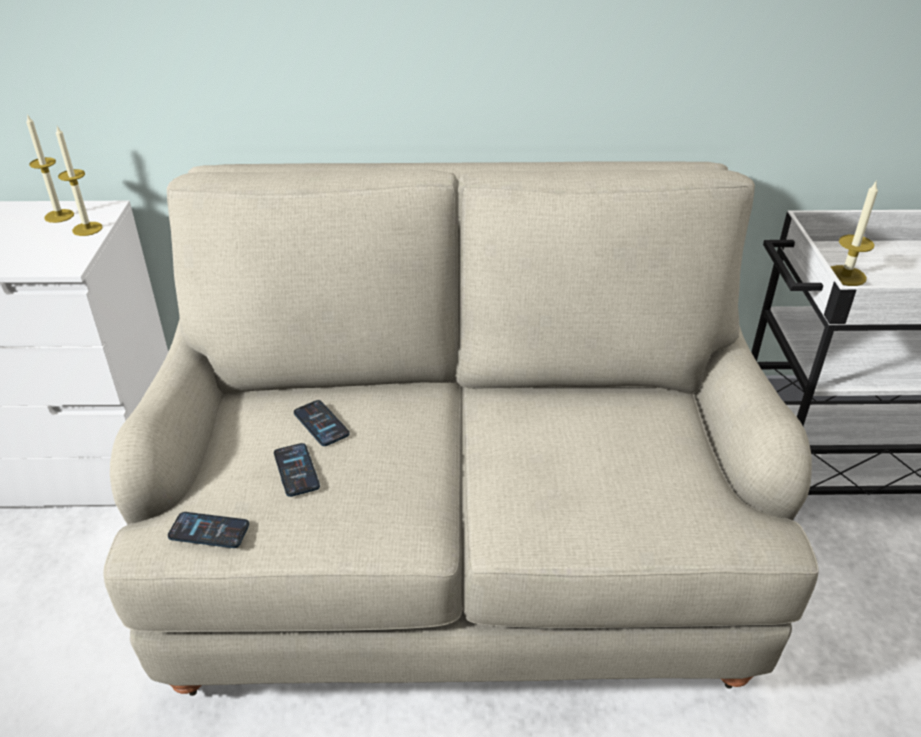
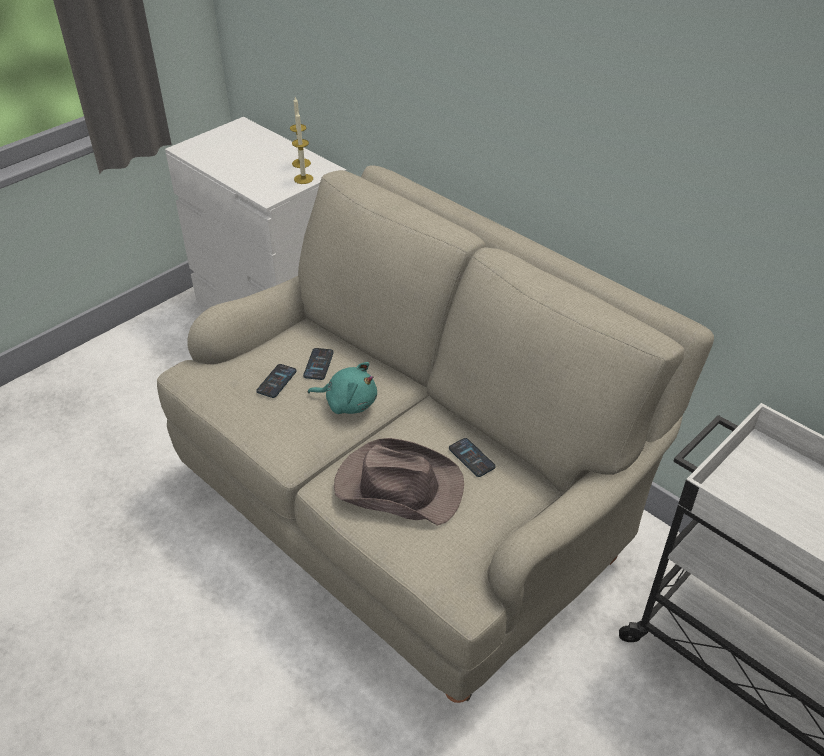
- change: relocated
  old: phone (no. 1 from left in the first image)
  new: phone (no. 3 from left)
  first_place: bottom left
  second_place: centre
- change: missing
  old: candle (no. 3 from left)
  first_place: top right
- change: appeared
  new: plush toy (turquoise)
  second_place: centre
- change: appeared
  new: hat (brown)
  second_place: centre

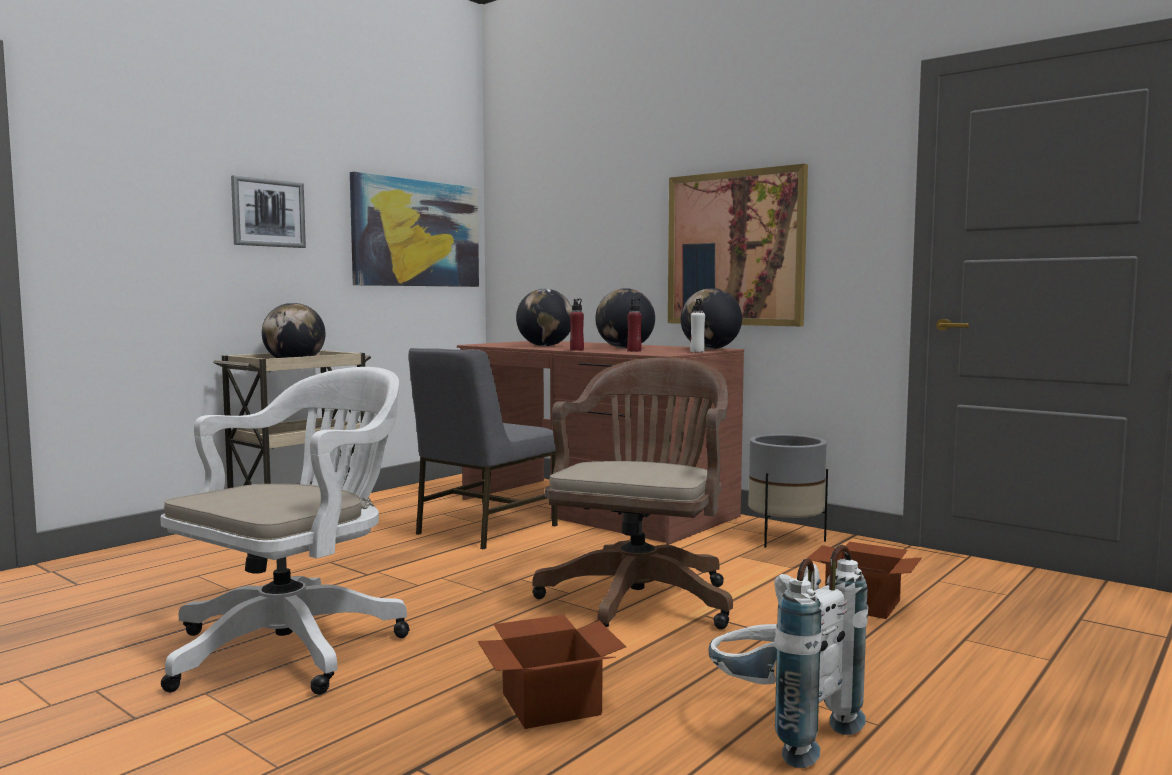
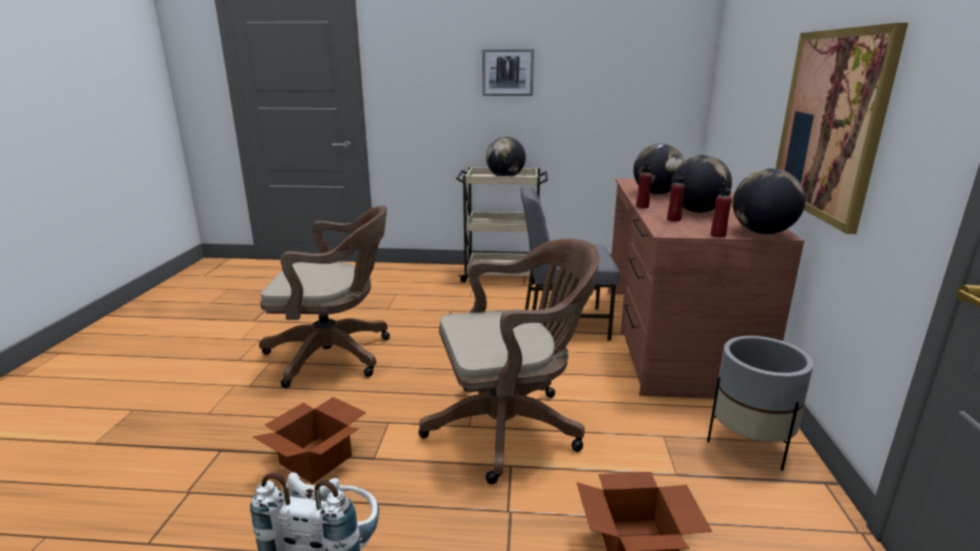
- change: colour
  old: office chair (white)
  new: office chair (brown) (no. 1 from left)
  first_place: bottom left
  second_place: middle left
- change: missing
  old: picture (no. 2 from left)
  first_place: top centre
- change: colour
  old: bottle (white)
  new: bottle (red) (no. 3 from left)
  first_place: centre
  second_place: middle right

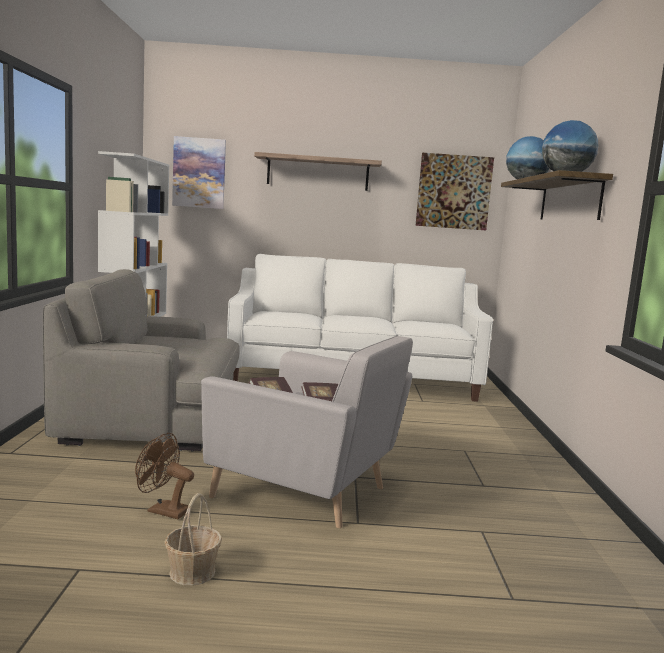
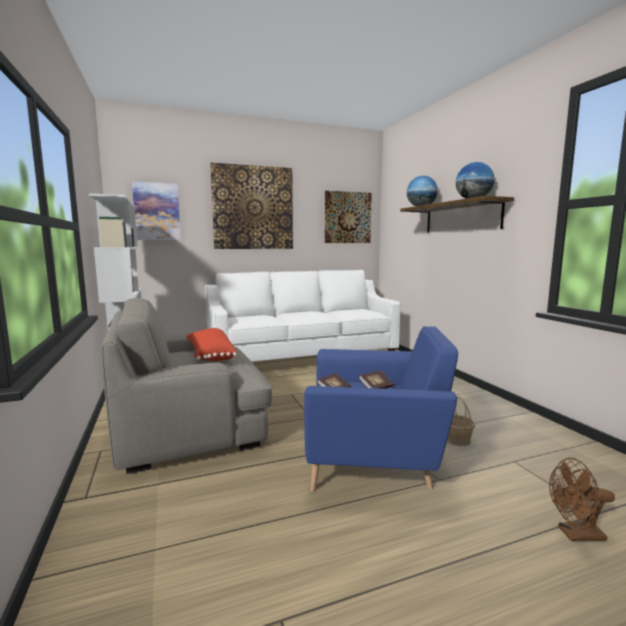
- change: relocated
  old: fan (brown)
  first_place: bottom left
  second_place: bottom right
- change: relocated
  old: basket
  first_place: bottom left
  second_place: bottom right
- change: colour
  old: armchair (grey) (no. 2 from left)
  new: armchair (blue)
  first_place: centre
  second_place: centre
- change: exchanged
  old: shelf (no. 1 from left)
  new: picture (no. 2 from left)
  first_place: top centre
  second_place: top centre
- change: appeared
  new: pillow (red)
  second_place: centre

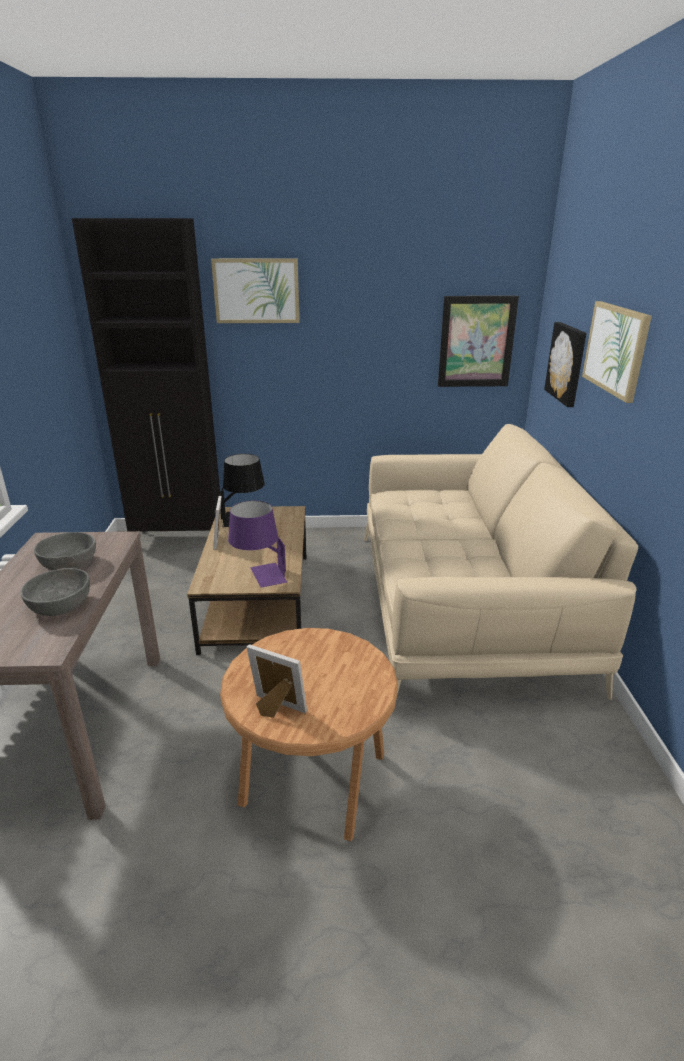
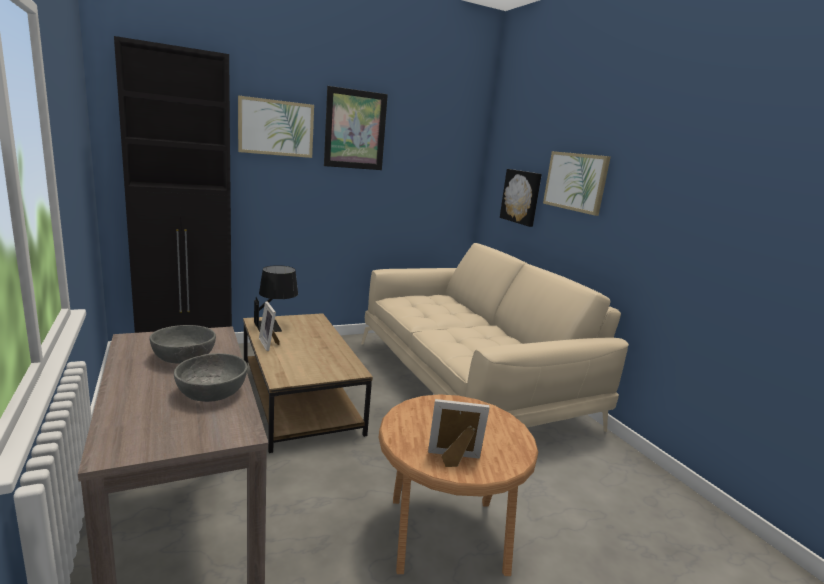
- change: missing
  old: table lamp (purple)
  first_place: centre
- change: relocated
  old: picture (no. 2 from left)
  first_place: top right
  second_place: top centre

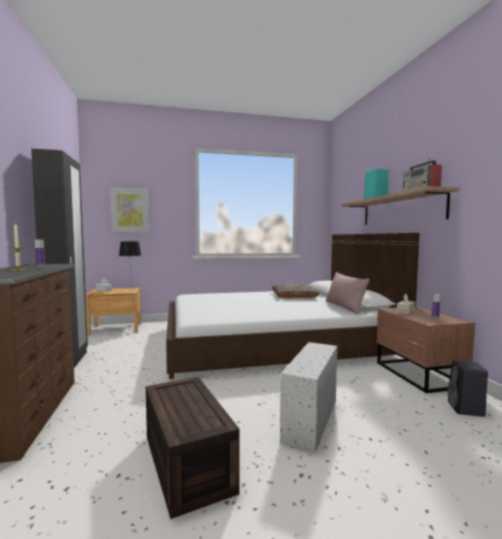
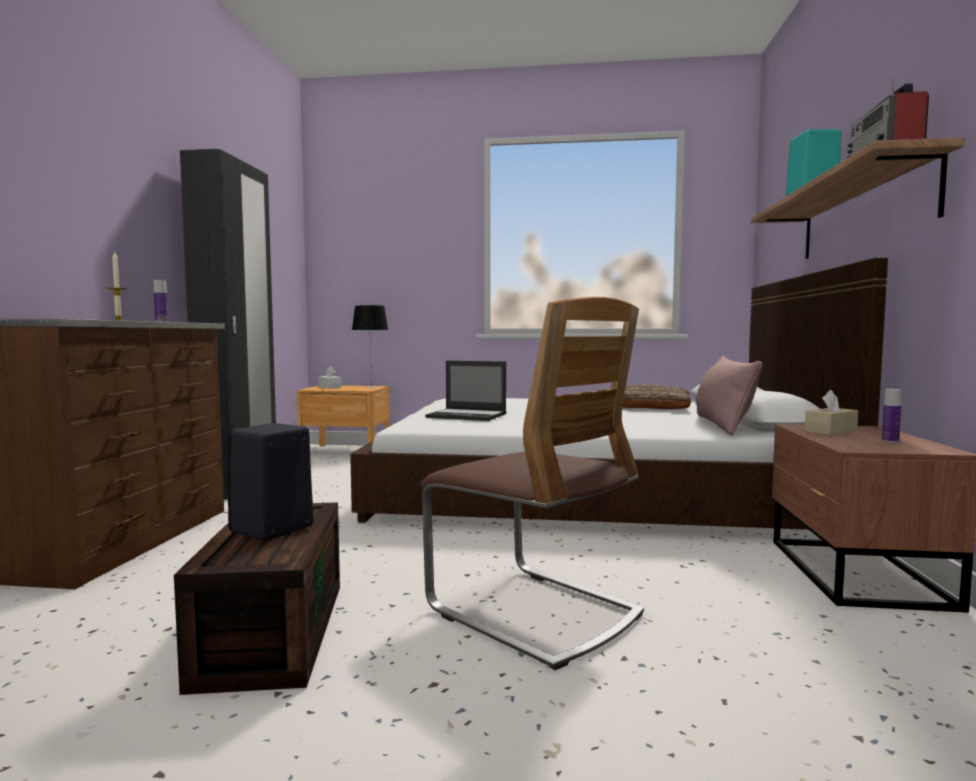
- change: missing
  old: picture
  first_place: middle left
- change: exchanged
  old: storage box (white)
  new: chair
  first_place: bottom centre
  second_place: centre
- change: relocated
  old: speaker (black)
  first_place: bottom right
  second_place: middle left
- change: appeared
  new: laptop
  second_place: centre

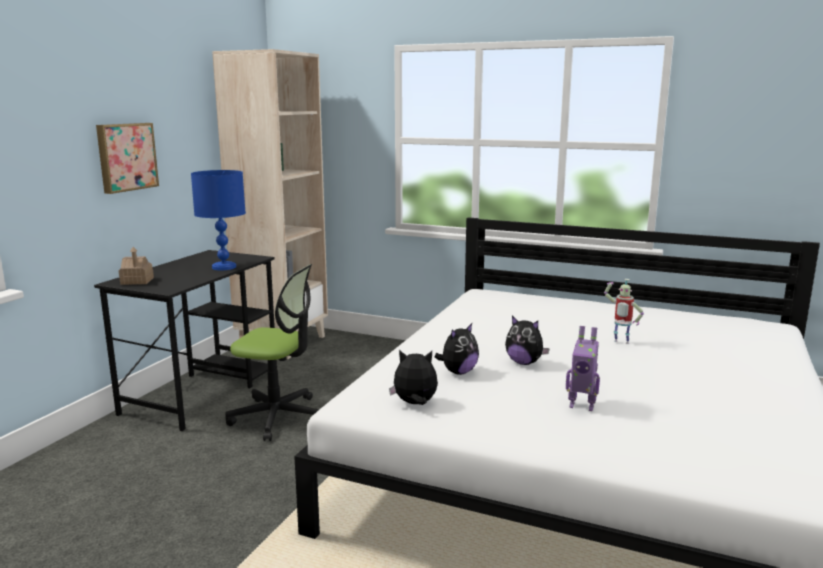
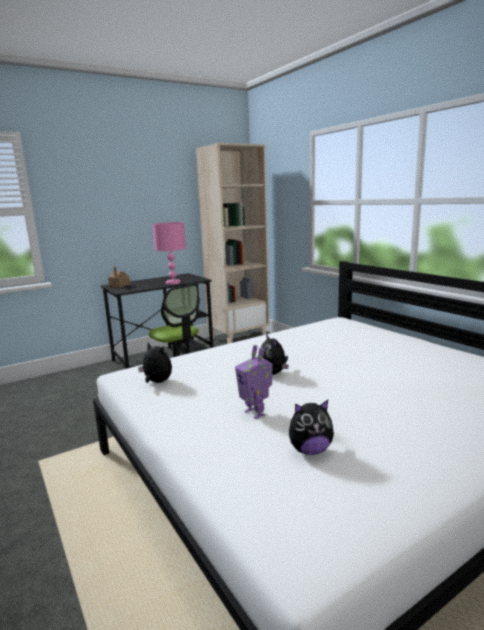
- change: missing
  old: picture
  first_place: top left
- change: colour
  old: table lamp (blue)
  new: table lamp (pink)
  first_place: middle left
  second_place: centre
- change: relocated
  old: plush toy (no. 2 from left in the first image)
  new: plush toy (no. 3 from left)
  first_place: centre
  second_place: bottom centre
- change: missing
  old: toy robot (no. 2 from left)
  first_place: middle right

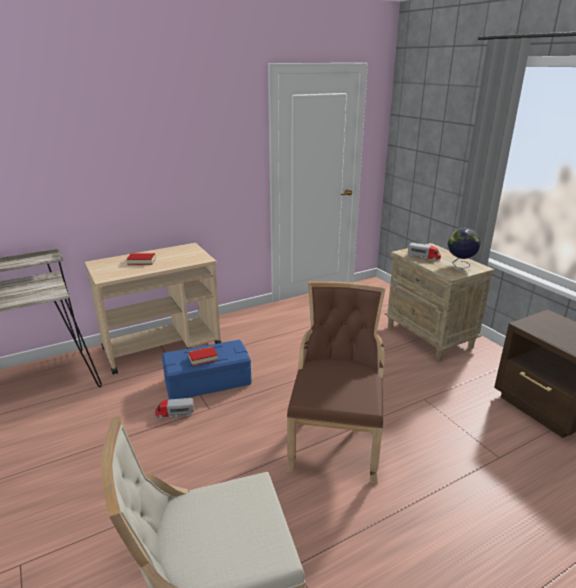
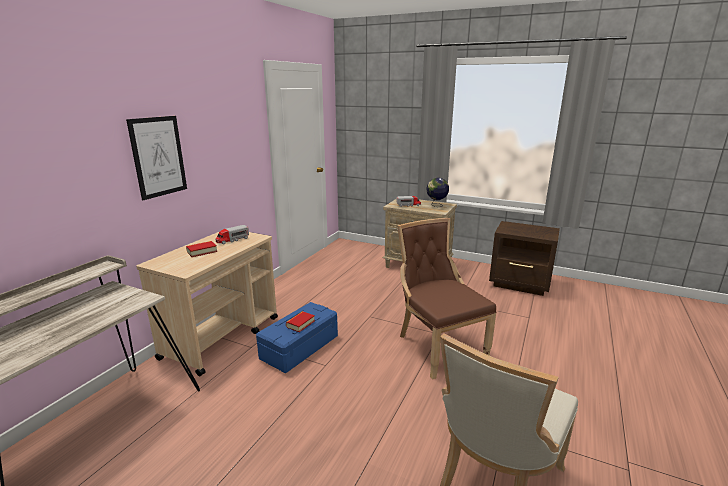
- change: relocated
  old: toy truck (no. 1 from left)
  first_place: bottom left
  second_place: middle left
- change: appeared
  new: picture
  second_place: top left

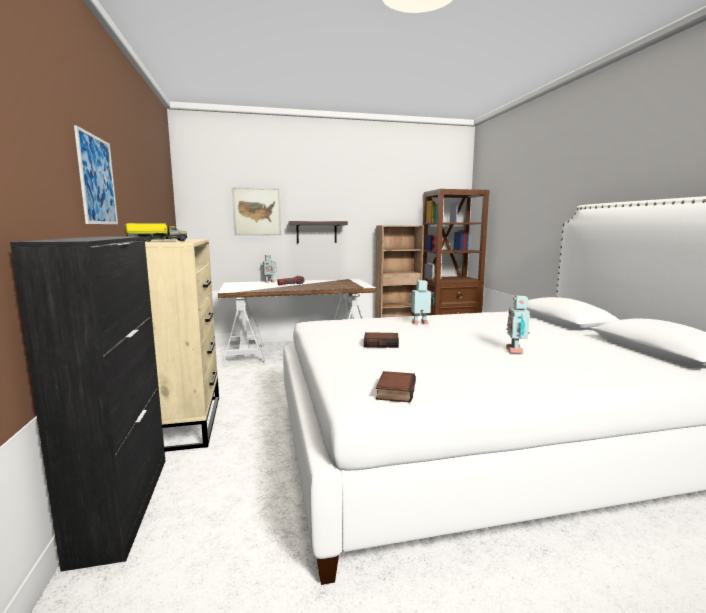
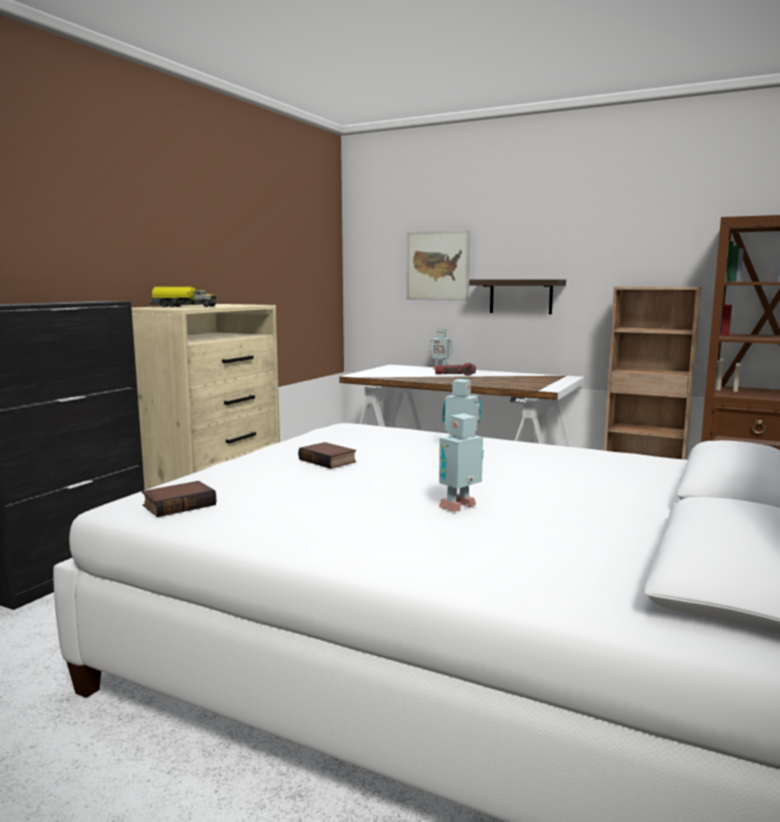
- change: missing
  old: picture (no. 1 from left)
  first_place: top left

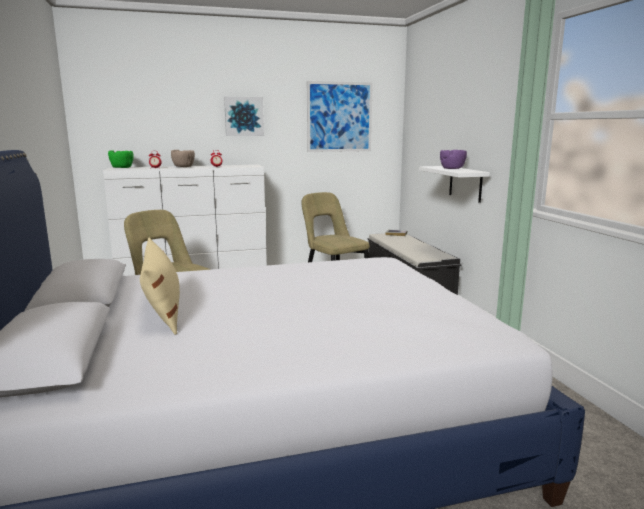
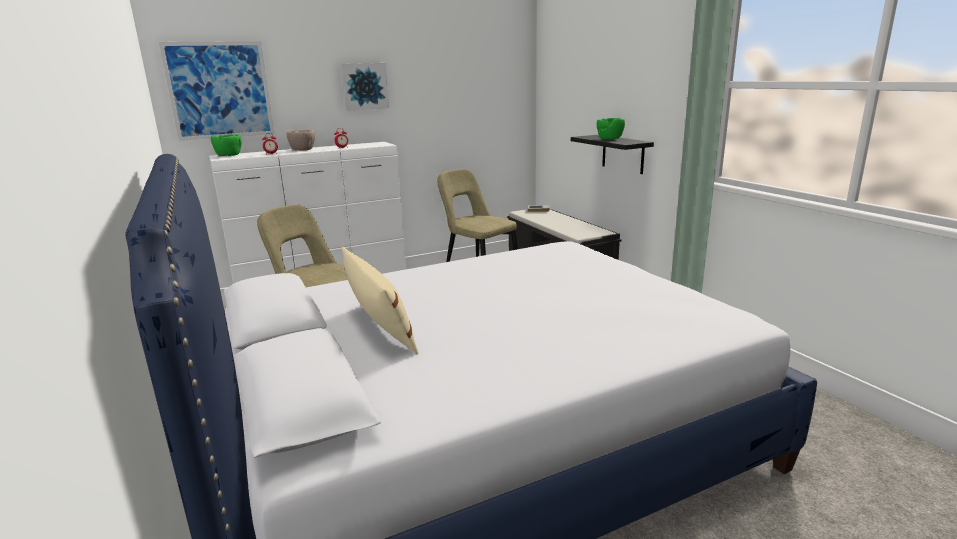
- change: relocated
  old: picture (no. 2 from left in the first image)
  new: picture (no. 1 from left)
  first_place: top centre
  second_place: top left
- change: colour
  old: shelf (white)
  new: shelf (black)
  first_place: middle right
  second_place: top centre
- change: colour
  old: bowl (purple)
  new: bowl (green) (no. 2 from left)
  first_place: top right
  second_place: top centre

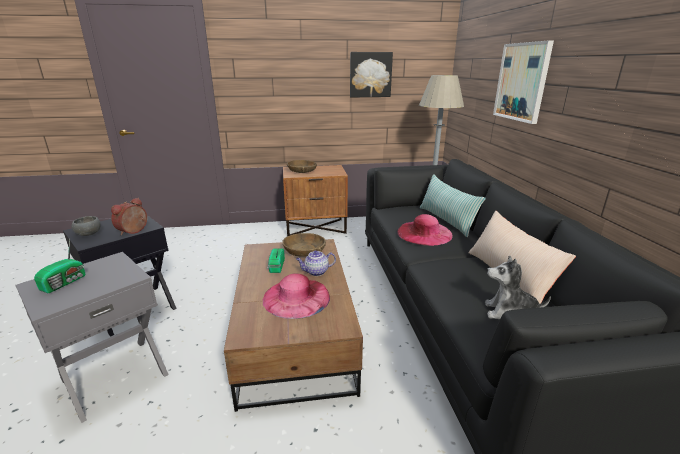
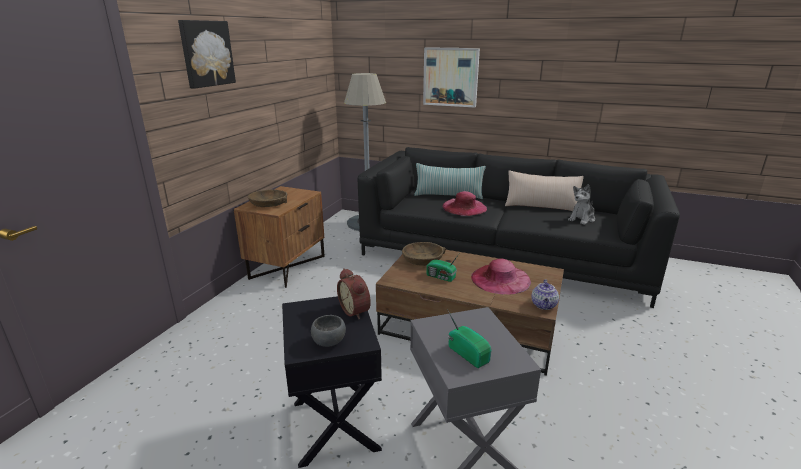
- change: relocated
  old: teapot
  first_place: centre
  second_place: middle right
- change: relocated
  old: picture (no. 1 from left)
  first_place: top centre
  second_place: top left

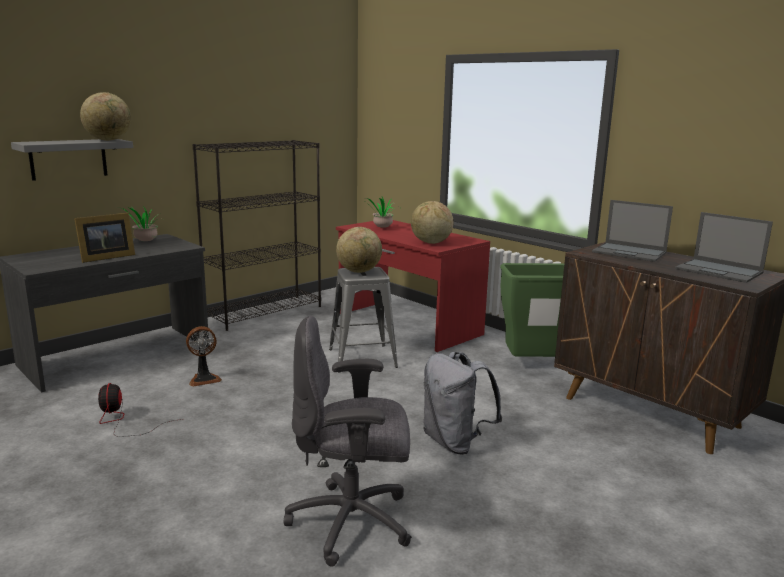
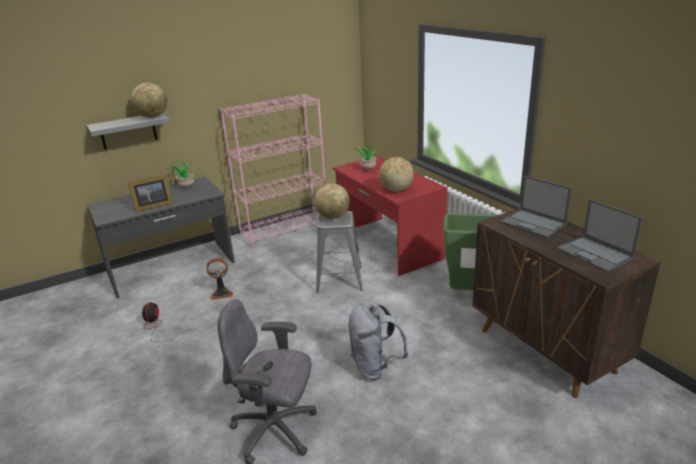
- change: colour
  old: bookcase (black)
  new: bookcase (pink)
  first_place: middle left
  second_place: centre

